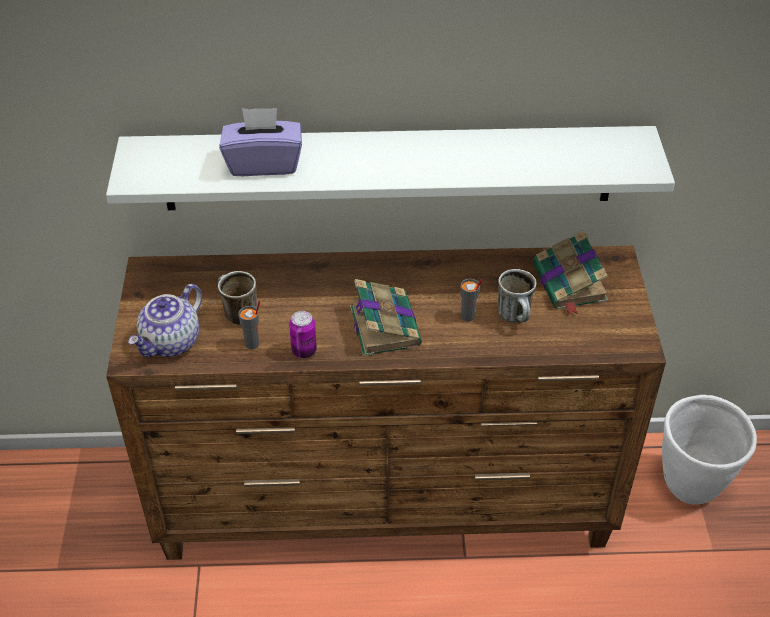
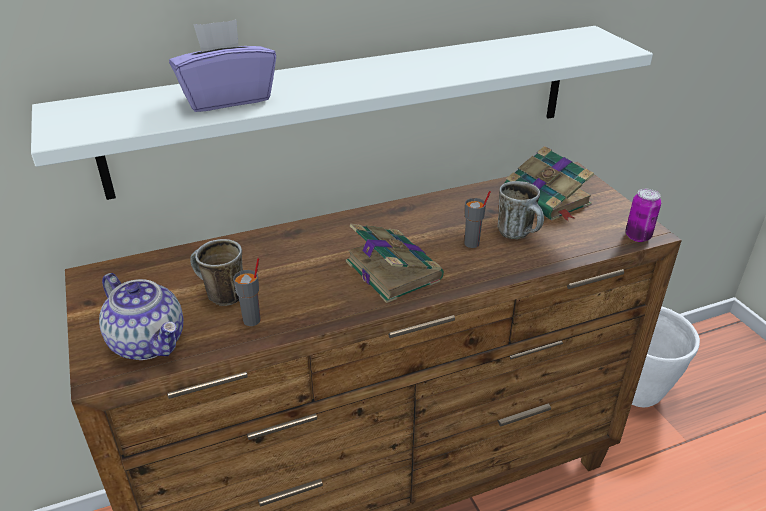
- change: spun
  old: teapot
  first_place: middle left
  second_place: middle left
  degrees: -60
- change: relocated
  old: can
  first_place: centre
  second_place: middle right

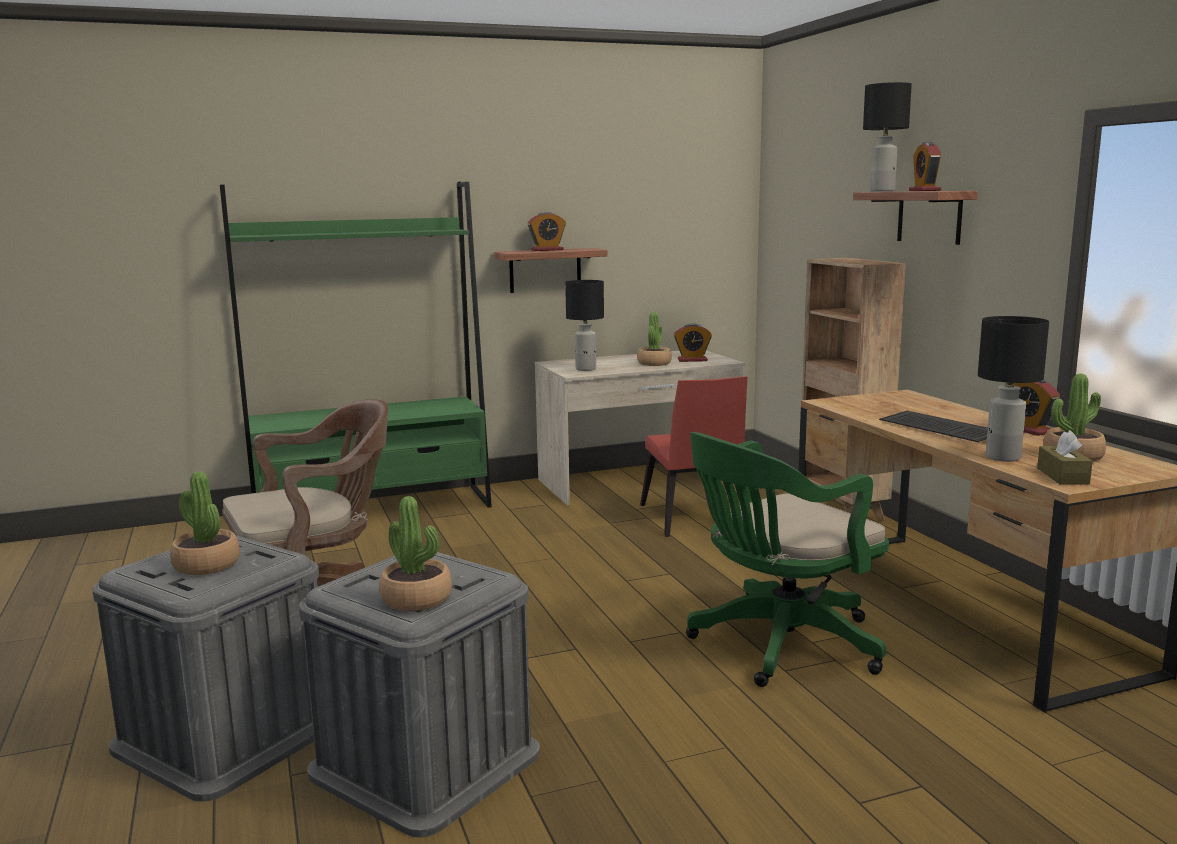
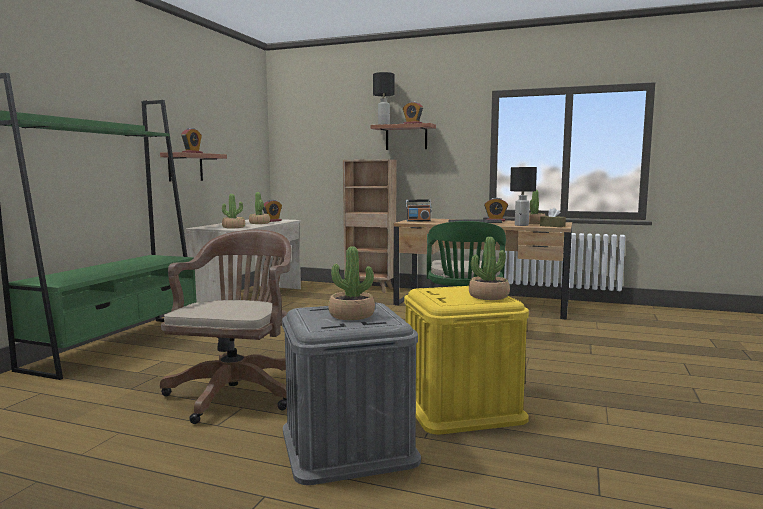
- change: colour
  old: storage box (grey) (no. 2 from left)
  new: storage box (yellow)
  first_place: bottom centre
  second_place: bottom centre
- change: exchanged
  old: table lamp (black) (no. 1 from left)
  new: potted plant (no. 1 from left)
  first_place: centre
  second_place: middle left
- change: missing
  old: chair (red)
  first_place: centre
- change: appeared
  new: radio
  second_place: centre

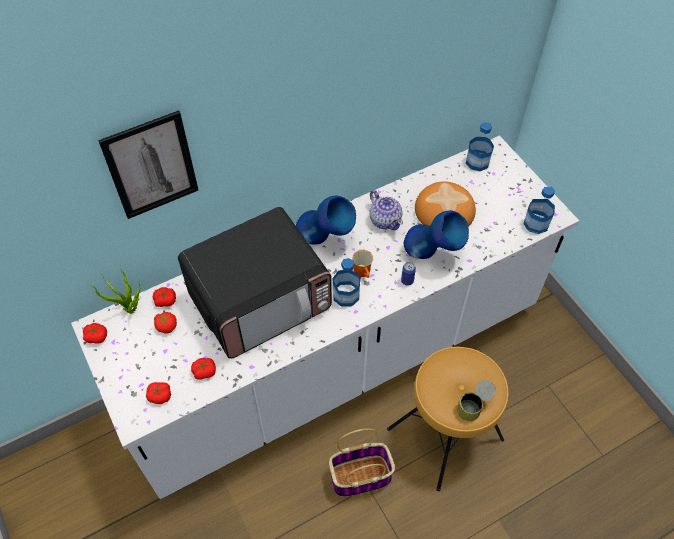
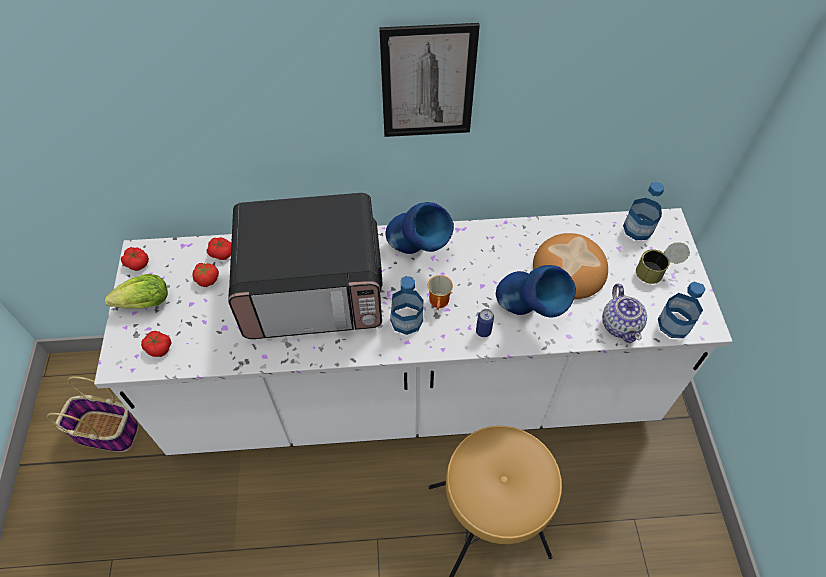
- change: missing
  old: potted plant
  first_place: middle left
- change: relocated
  old: picture
  first_place: top left
  second_place: top centre
- change: missing
  old: tomato (no. 5 from left)
  first_place: bottom left
- change: relocated
  old: basket
  first_place: bottom centre
  second_place: bottom left
- change: relocated
  old: teapot
  first_place: centre
  second_place: middle right
- change: relocated
  old: can (no. 2 from left)
  first_place: bottom right
  second_place: middle right
- change: appeared
  new: lettuce
  second_place: middle left

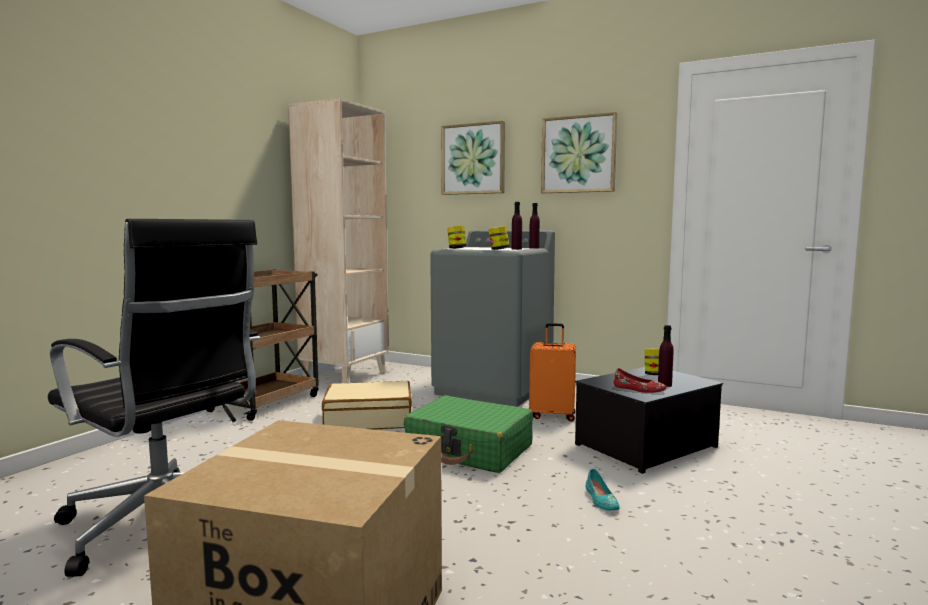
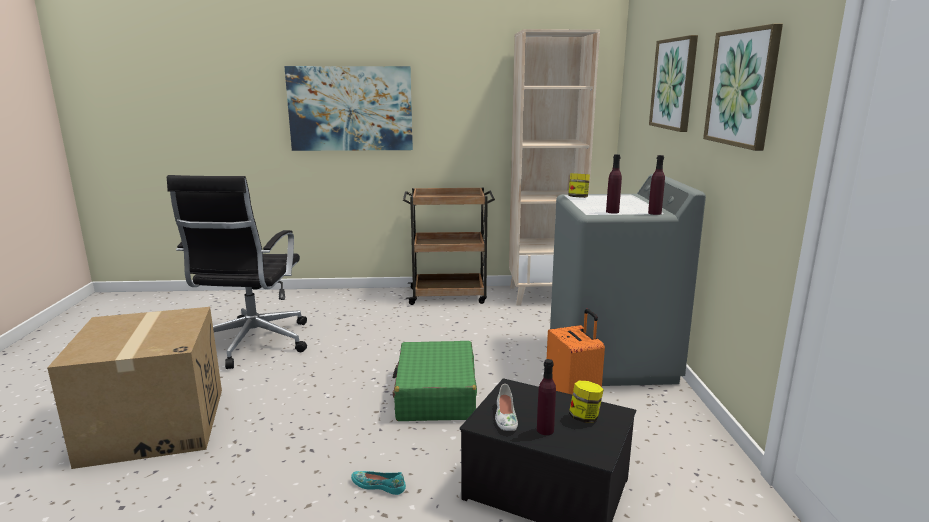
- change: missing
  old: suitcase (beige)
  first_place: bottom centre
- change: missing
  old: jar (no. 2 from left)
  first_place: centre
- change: spun
  old: shoe (turquoise)
  first_place: bottom centre
  second_place: bottom centre
  degrees: 60
- change: colour
  old: shoe (red)
  new: shoe (white)
  first_place: middle right
  second_place: bottom centre
- change: appeared
  new: picture (no. 1 from left)
  second_place: top centre

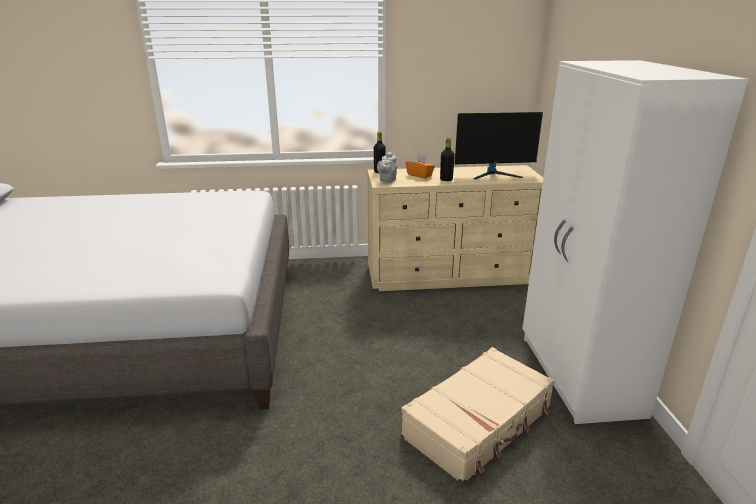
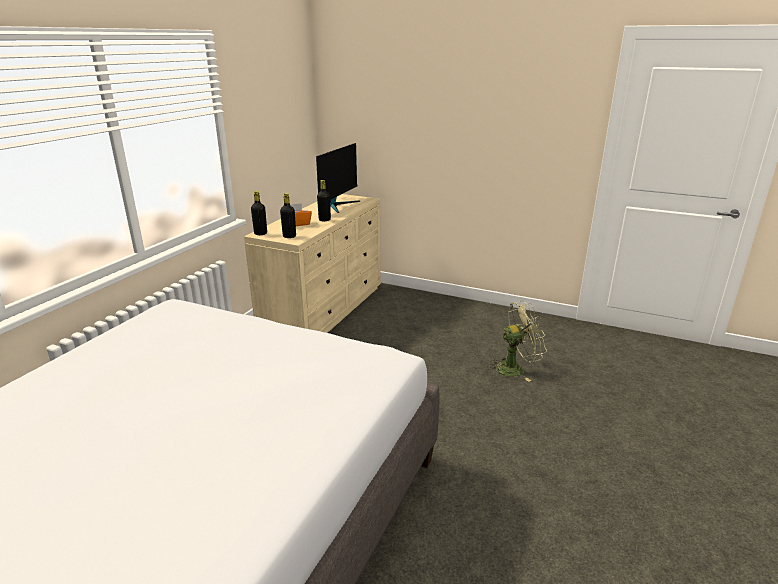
- change: exchanged
  old: teapot (grey)
  new: bottle (black) (no. 2 from left)
  first_place: top centre
  second_place: centre
- change: exchanged
  old: suitcase (beige)
  new: fan (green)
  first_place: bottom centre
  second_place: centre
- change: missing
  old: wardrobe (white)
  first_place: middle right

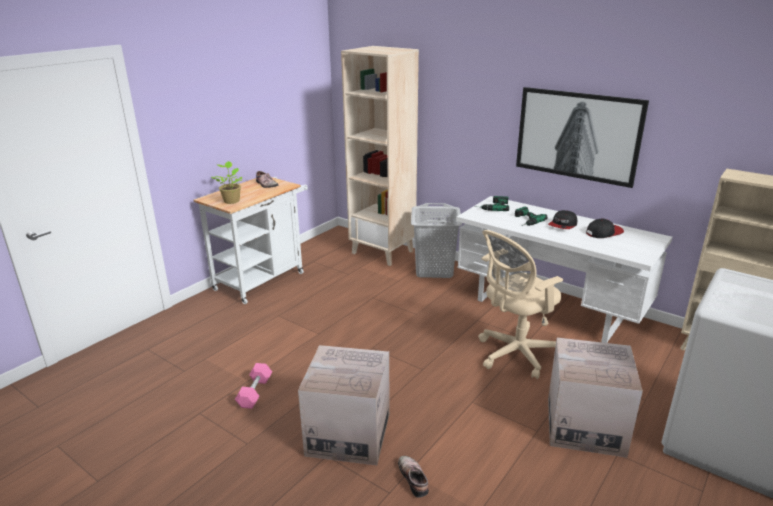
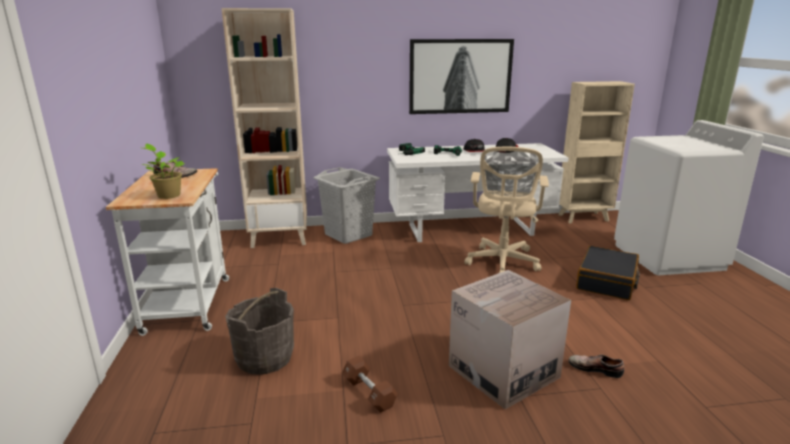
- change: colour
  old: dumbbell (pink)
  new: dumbbell (brown)
  first_place: bottom left
  second_place: bottom centre
- change: exchanged
  old: cardboard box (no. 2 from left)
  new: suitcase (black)
  first_place: bottom right
  second_place: middle right
- change: appeared
  new: bucket (grey)
  second_place: bottom left

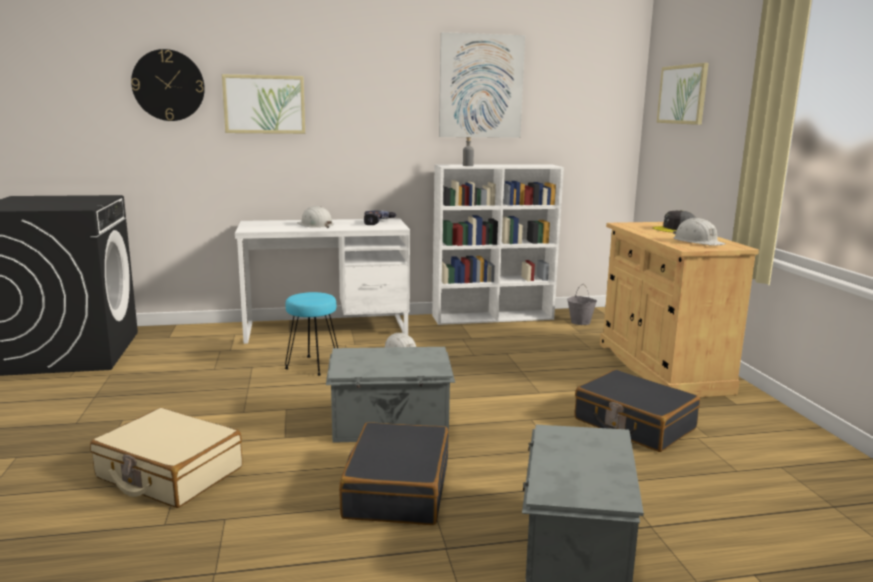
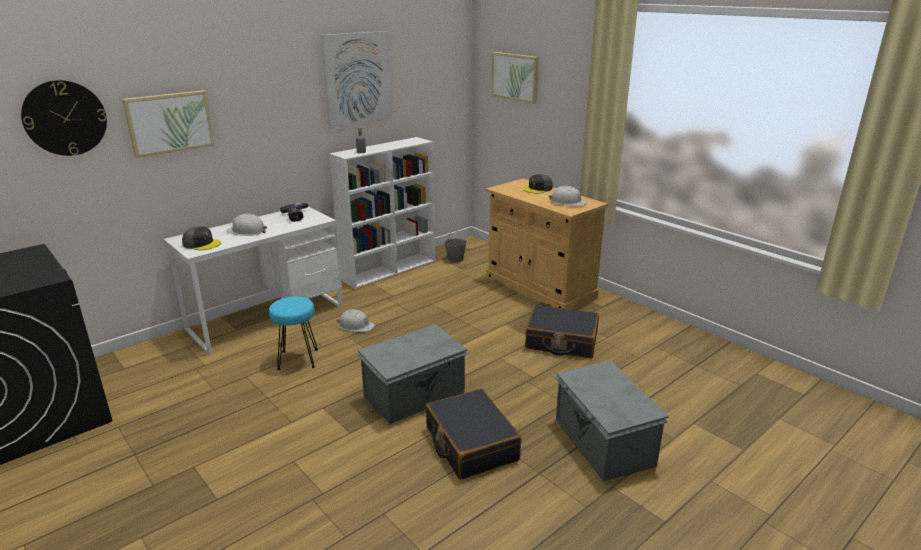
- change: missing
  old: suitcase (beige)
  first_place: bottom left
- change: appeared
  new: cap (grey) (no. 1 from left)
  second_place: middle left

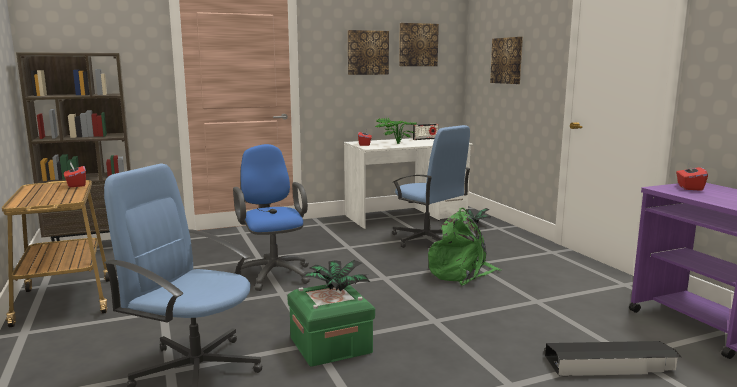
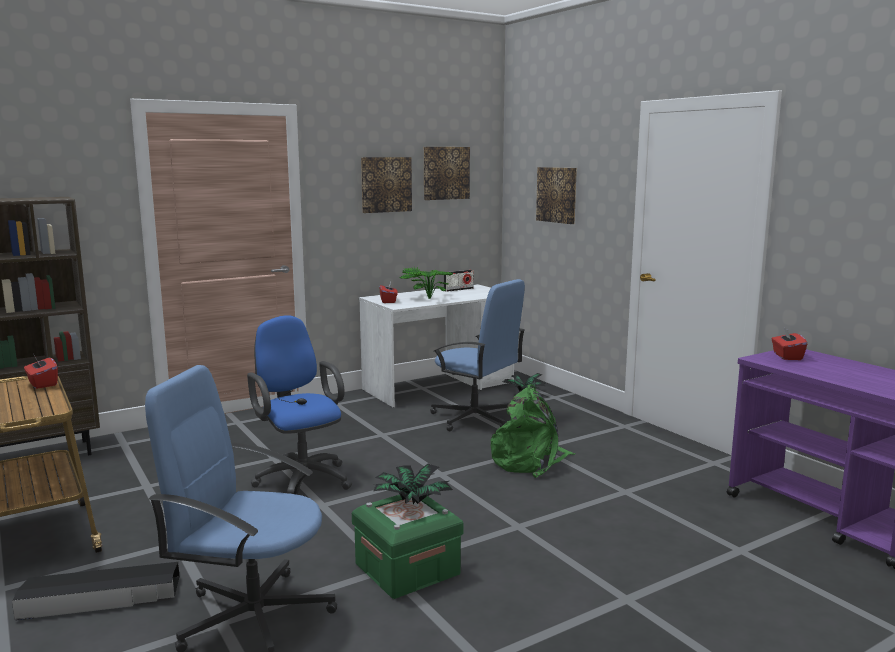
- change: relocated
  old: storage box (black)
  first_place: bottom right
  second_place: bottom left

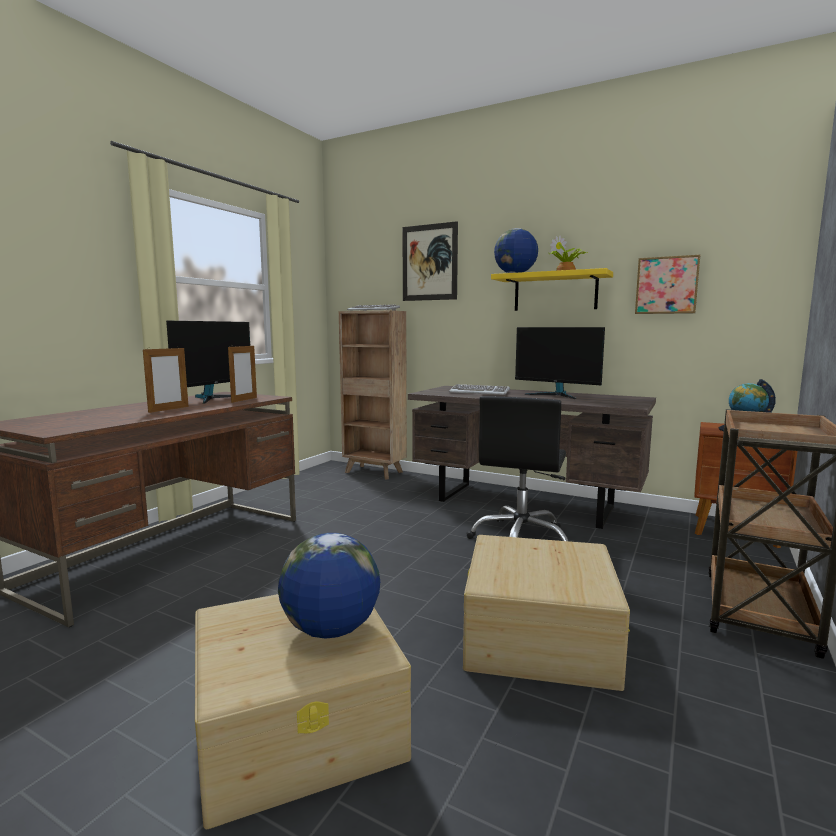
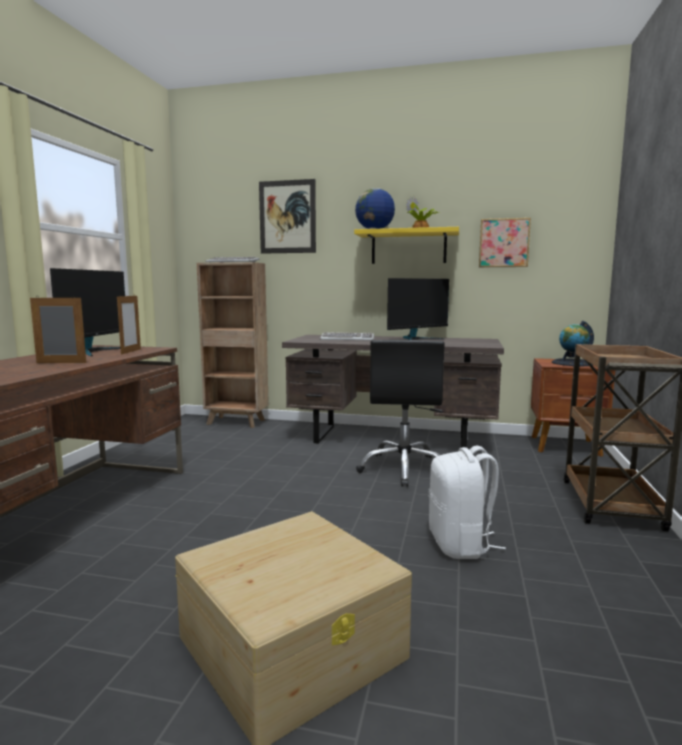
- change: spun
  old: picture frame (no. 1 from left)
  first_place: middle left
  second_place: middle left
  degrees: -105
- change: missing
  old: globe (no. 1 from left)
  first_place: bottom centre
- change: exchanged
  old: storage box (beige) (no. 2 from left)
  new: backpack (white)
  first_place: bottom centre
  second_place: bottom right
- change: spun
  old: monitor (no. 2 from left)
  first_place: middle right
  second_place: centre
  degrees: -60

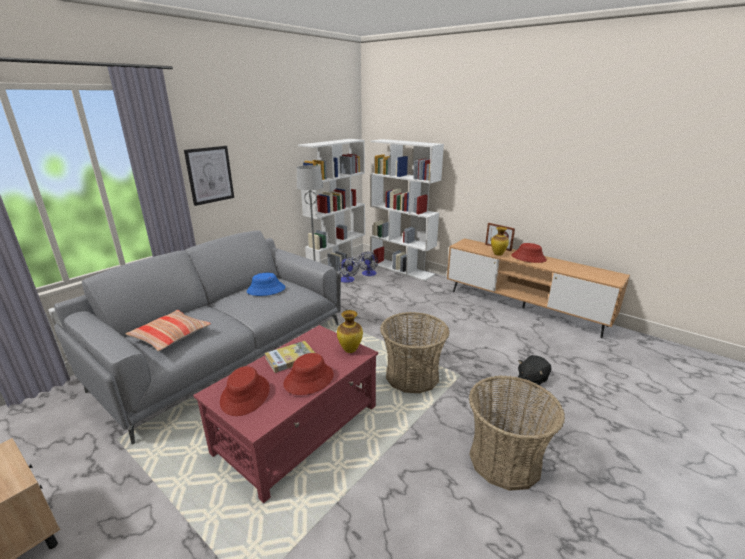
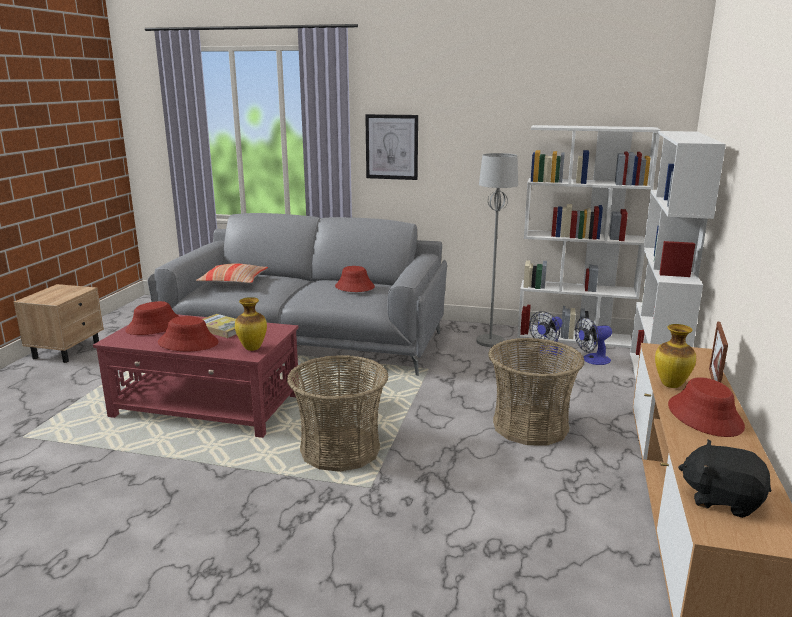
- change: colour
  old: hat (blue)
  new: hat (red) (no. 3 from left)
  first_place: centre
  second_place: centre
- change: relocated
  old: basket (no. 2 from left)
  first_place: bottom right
  second_place: middle right
- change: relocated
  old: plush toy (black)
  first_place: middle right
  second_place: bottom right

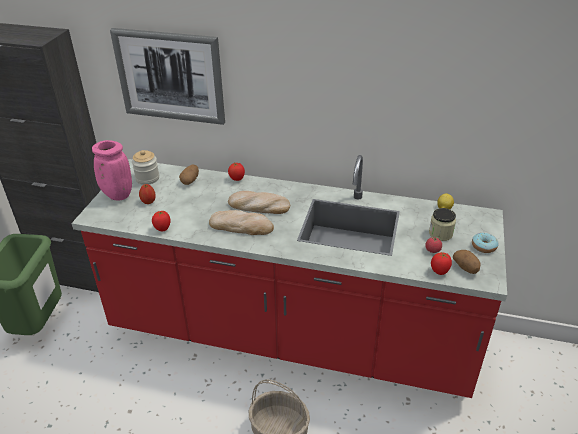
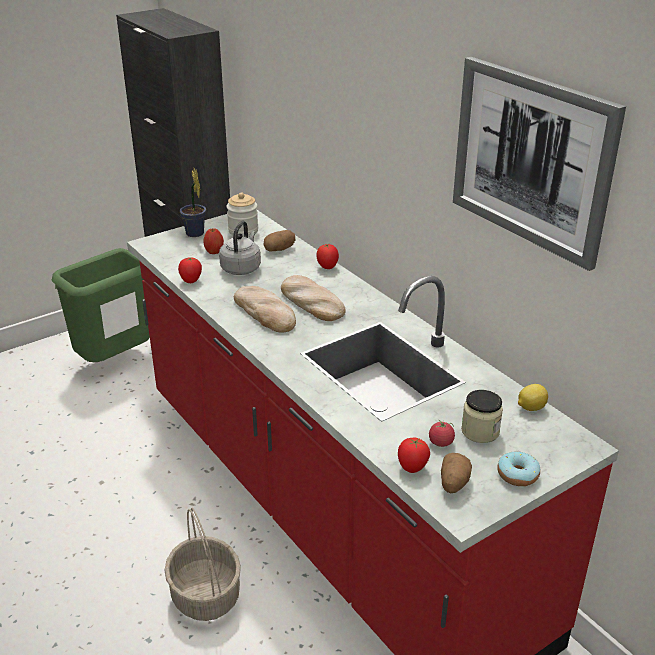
- change: exchanged
  old: vase (pink)
  new: potted plant
  first_place: middle left
  second_place: top left
- change: relocated
  old: picture
  first_place: top left
  second_place: top right
- change: appeared
  new: kettle (grey)
  second_place: centre

